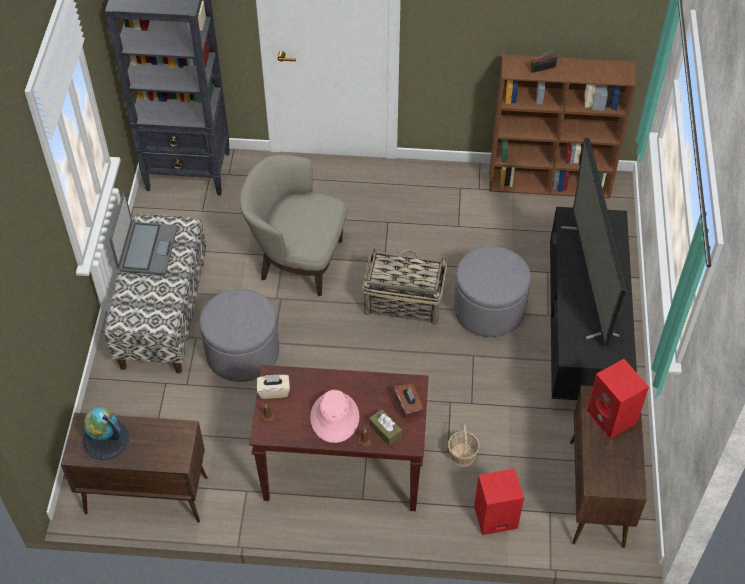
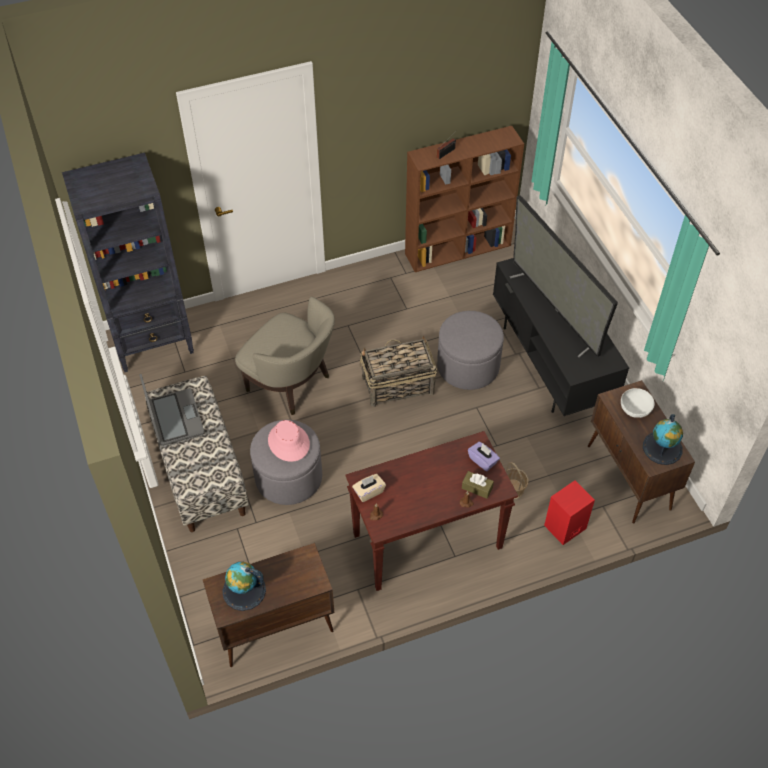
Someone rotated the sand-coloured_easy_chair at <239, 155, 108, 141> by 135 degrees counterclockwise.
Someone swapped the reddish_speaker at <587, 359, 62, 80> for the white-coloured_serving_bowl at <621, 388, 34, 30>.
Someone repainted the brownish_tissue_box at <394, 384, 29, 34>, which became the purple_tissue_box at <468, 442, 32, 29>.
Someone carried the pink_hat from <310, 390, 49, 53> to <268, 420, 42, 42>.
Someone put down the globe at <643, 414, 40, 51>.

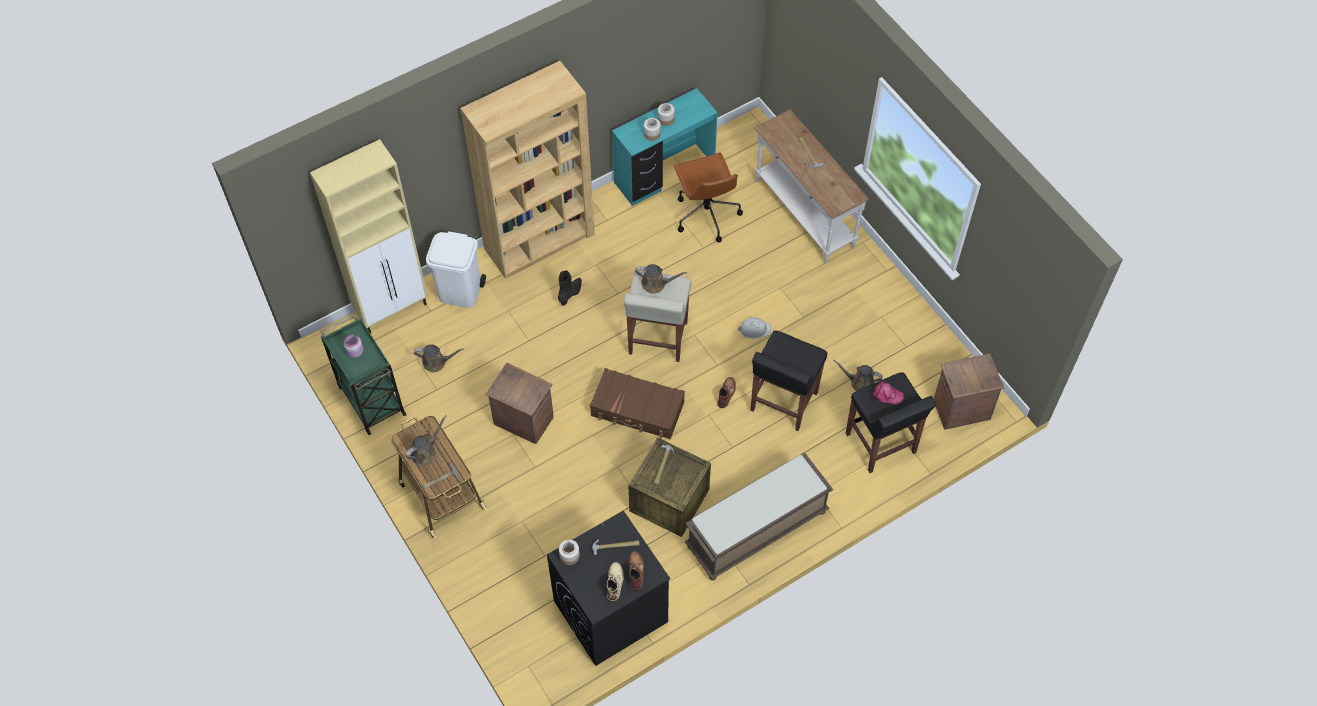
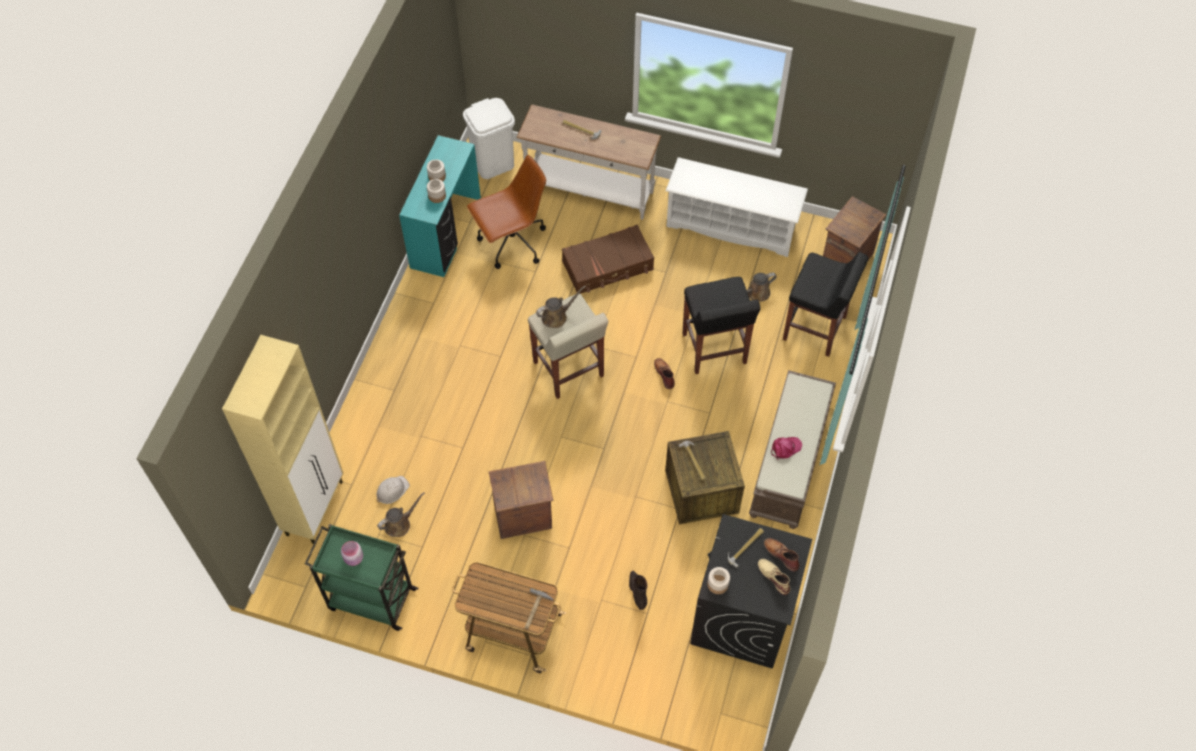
Someone took away the brownish_shelving_unit at <460, 61, 135, 218>.
Someone rotated the brownish_office_chair at <673, 153, 70, 90> by 60 degrees counterclockwise.
Someone carried the white-coloured_rubbish_bin from <426, 231, 60, 77> to <463, 98, 52, 81>.
Someone carried the black-coloured_high-top_boot from <558, 270, 24, 36> to <629, 571, 18, 39>.
Someone carried the white-coloured_safety_helmet from <738, 317, 33, 22> to <377, 476, 33, 28>.
Someone carried the brownish_suitcase from <590, 368, 95, 71> to <562, 225, 92, 69>.
Someone carried the pink_cap from <872, 382, 32, 22> to <771, 437, 31, 23>.
Someone took away the brownish_sprinkling_can at <405, 415, 42, 50>.
Someone put down the white-coloured_shoe_shelf at <666, 157, 142, 100>.

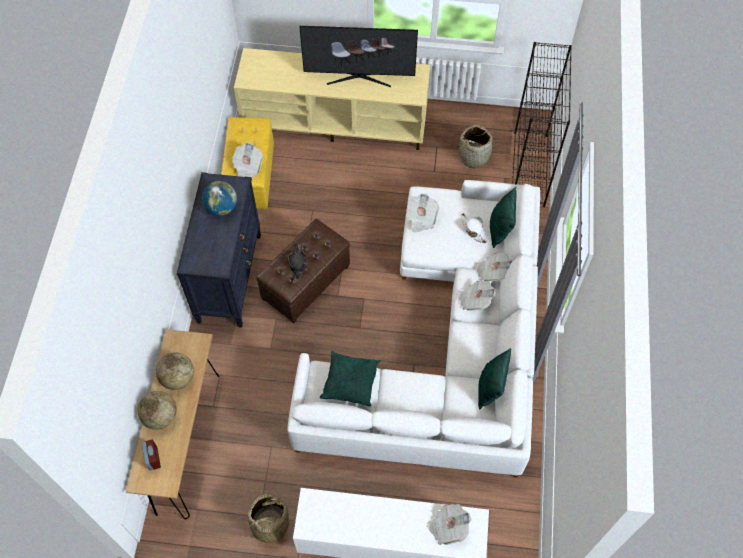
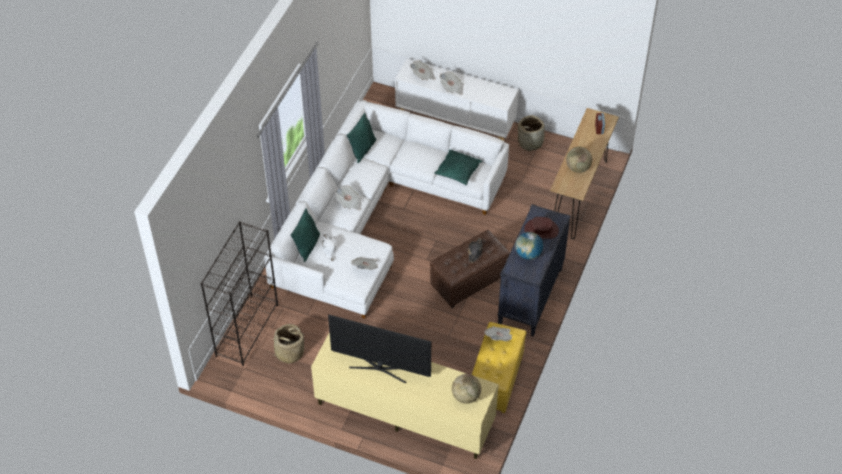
Someone carried the daily_paper from <475, 253, 38, 29> to <440, 71, 24, 24>.
Someone carried the globe from <137, 391, 40, 39> to <452, 374, 29, 30>.
Someone put down the brownish_hat at <524, 217, 35, 22>.

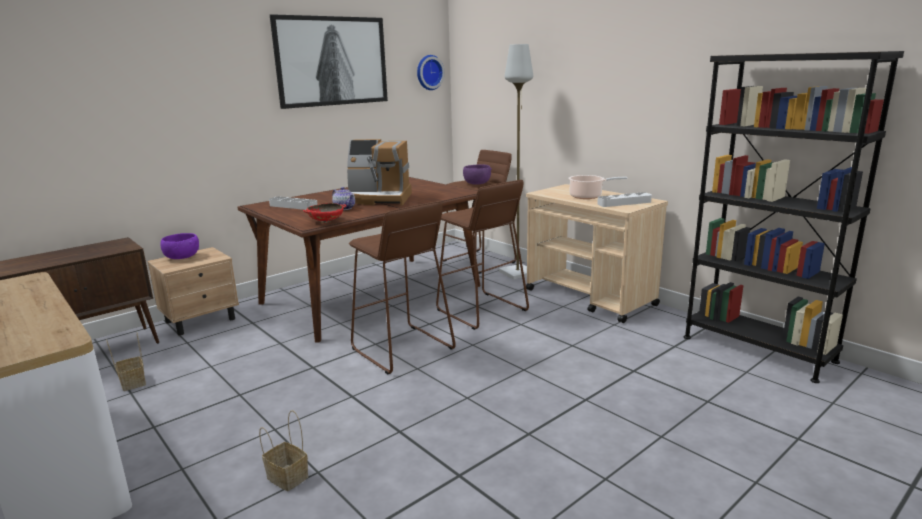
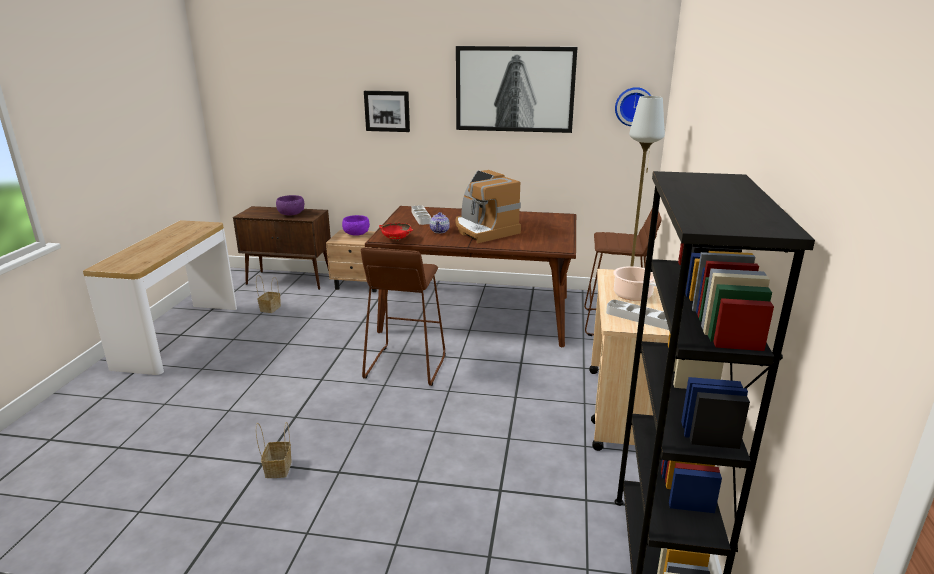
Someone carried the purple_serving_bowl from <463, 165, 29, 20> to <276, 195, 28, 20>.
Someone took away the brownish_sitting_stool at <436, 180, 93, 150>.
Someone carried the storage_basket from <259, 410, 49, 81> to <256, 422, 36, 56>.
Someone put up the wall_art at <364, 91, 46, 41>.

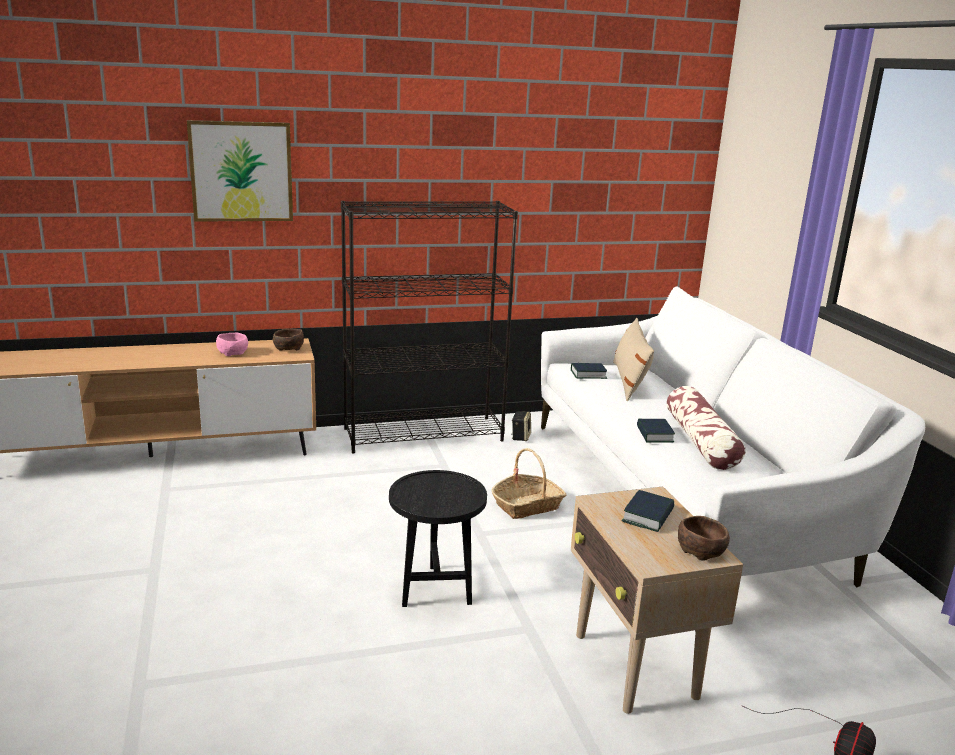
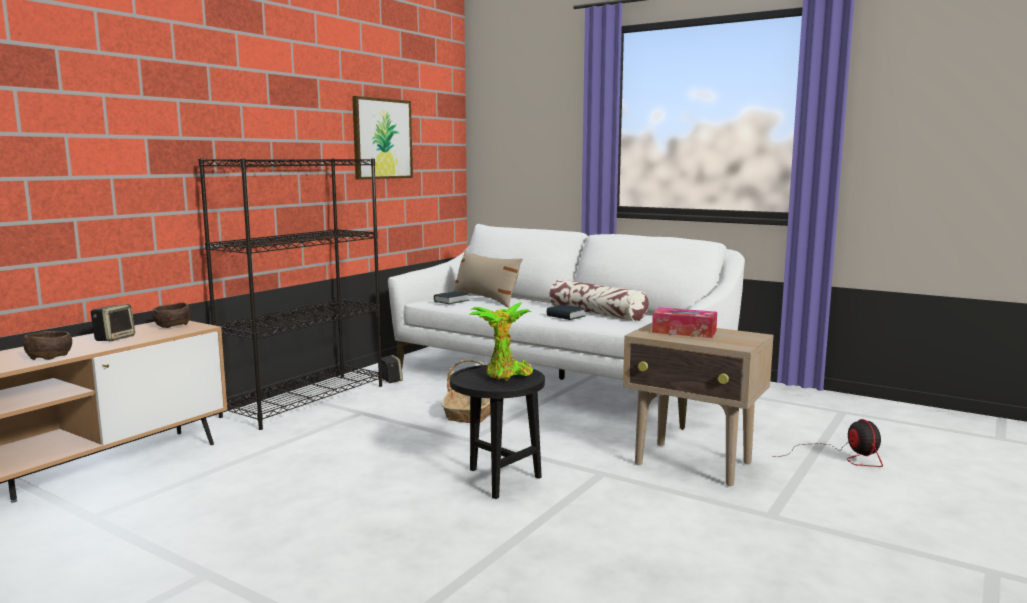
Someone carried the wall_art from <187, 120, 106, 102> to <352, 96, 61, 84>.
Someone swapped the pink_serving_bowl at <216, 333, 32, 23> for the speaker at <91, 304, 44, 37>.
Someone swapped the bound_book at <621, 490, 53, 42> for the tissue_box at <652, 307, 65, 31>.
Someone carried the brownish_serving_bowl from <678, 516, 52, 45> to <23, 331, 49, 29>.
Someone put down the houseplant at <469, 302, 65, 79>.

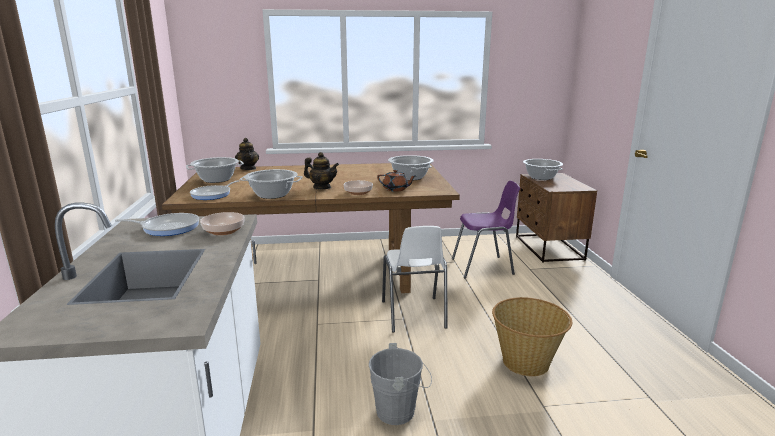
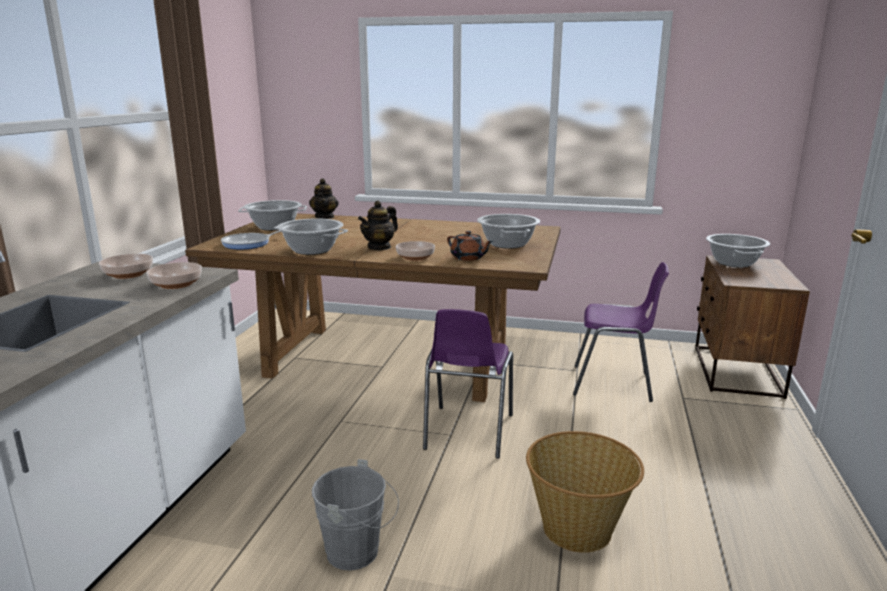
Someone rotated the teapot at <304, 152, 35, 37> by 90 degrees clockwise.
Someone swapped the pan at <115, 213, 84, 23> for the serving_bowl at <99, 254, 54, 25>.
Someone repainted the white-coloured_chair at <382, 226, 66, 106>, which became the purple_chair at <423, 309, 90, 150>.

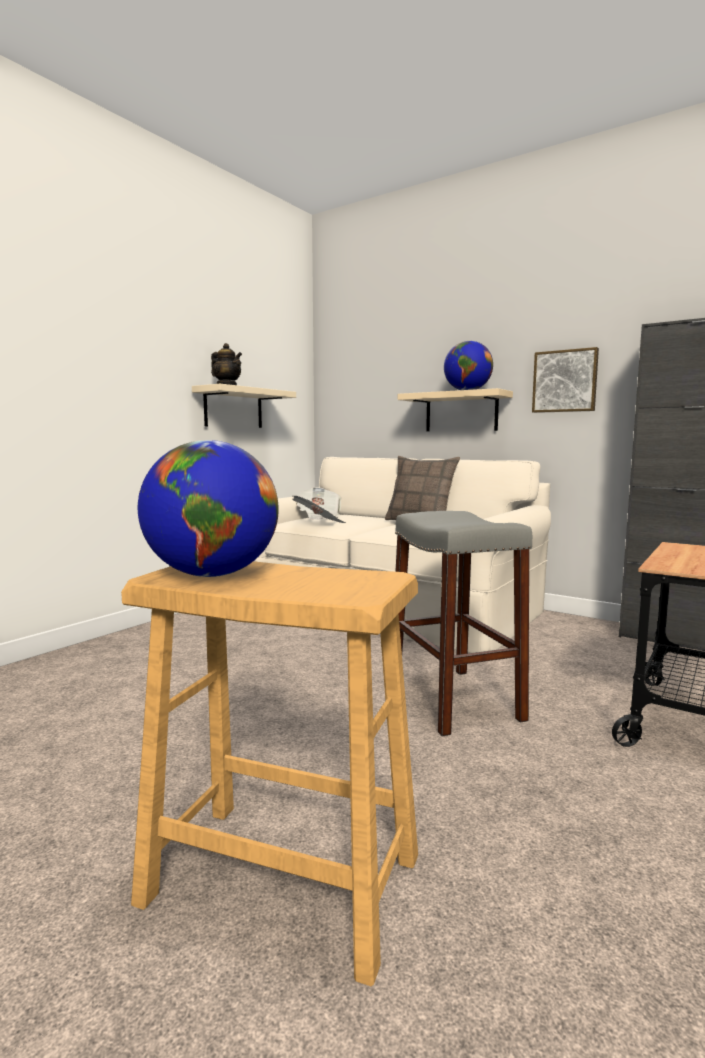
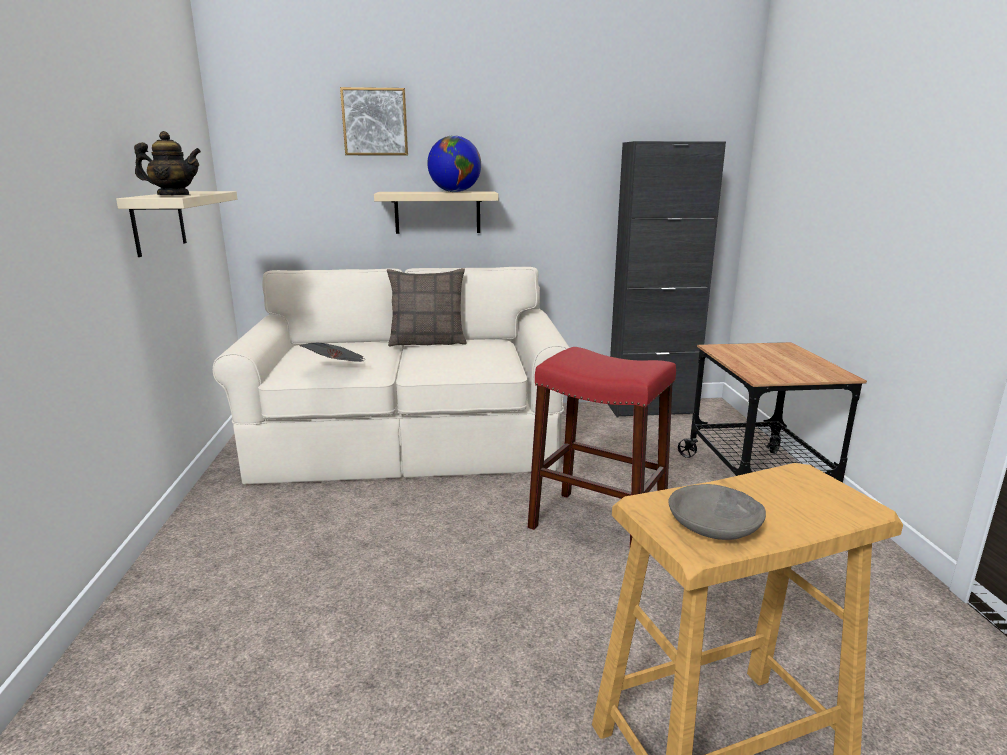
Someone carried the wall_art from <532, 347, 67, 66> to <340, 87, 68, 68>.
Someone swapped the globe at <138, 440, 141, 137> for the greyish_serving_bowl at <668, 484, 98, 56>.
Someone took away the daily_paper at <296, 487, 46, 33>.
Someone repainted the greyish_sitting_stool at <395, 511, 137, 225>, which became the reddish_sitting_stool at <528, 347, 148, 199>.

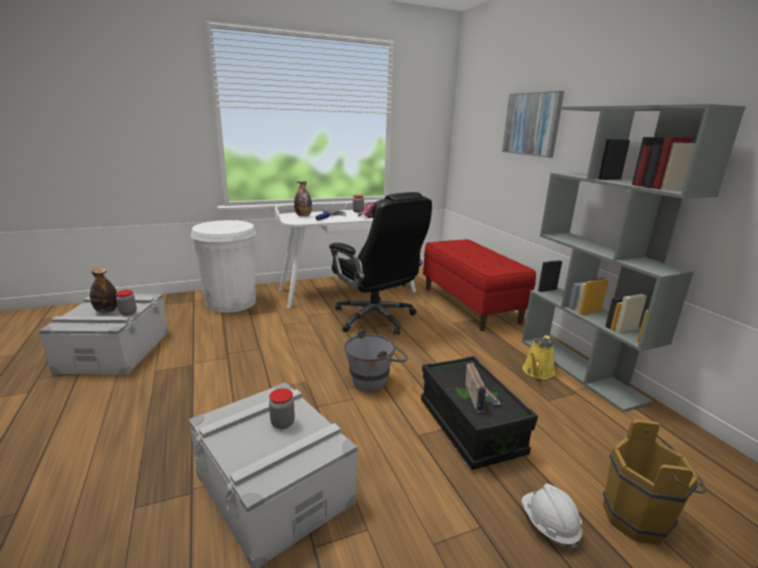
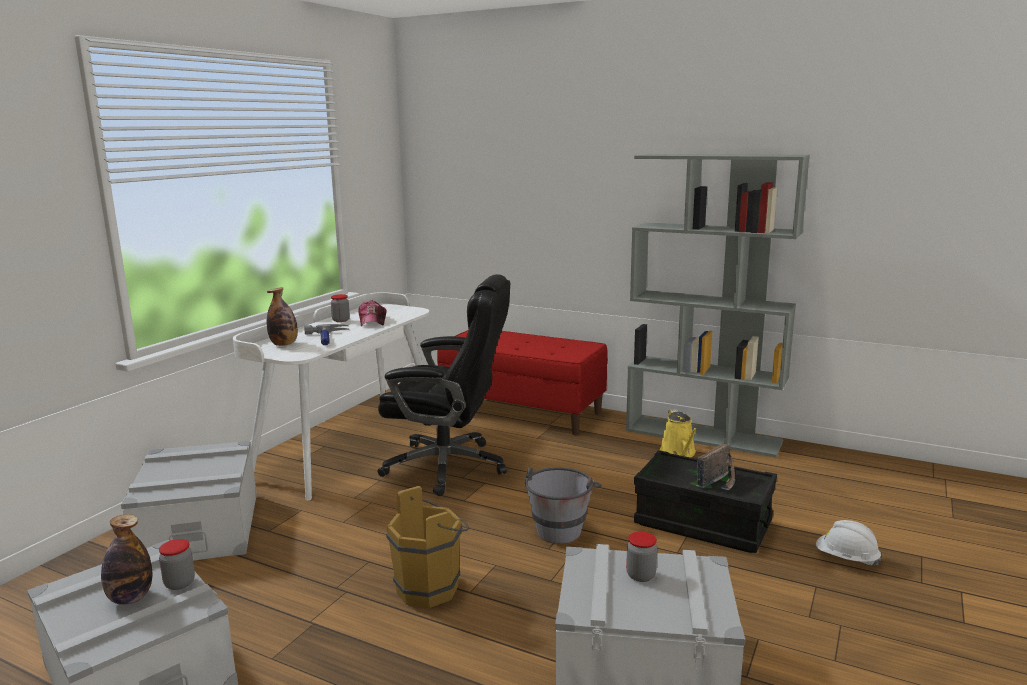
Someone took away the wall_art at <502, 91, 62, 67>.
Someone swapped the white-coloured_rubbish_bin at <190, 220, 66, 93> for the greyish_storage_bin at <121, 441, 136, 120>.
Someone rotated the radio_receiver at <465, 362, 36, 50> by 90 degrees clockwise.
Someone carried the brownish_water_bucket from <603, 419, 103, 126> to <386, 486, 83, 122>.

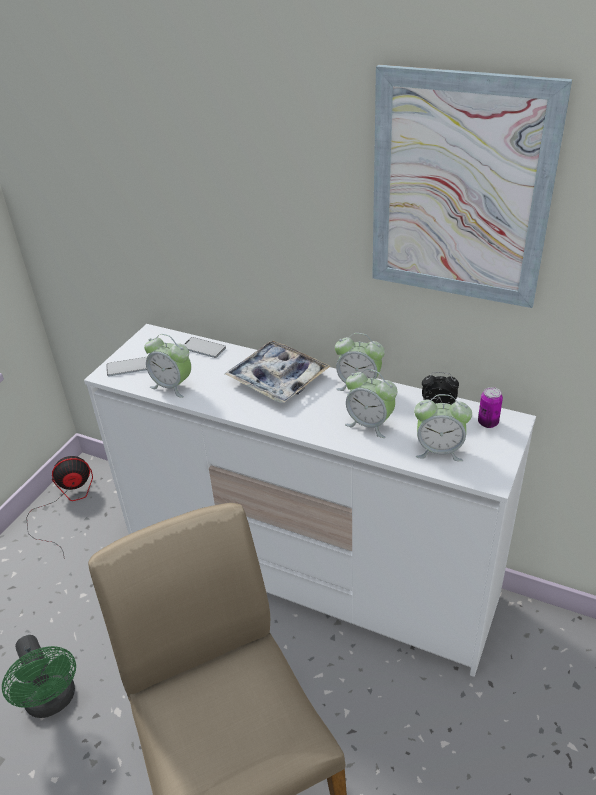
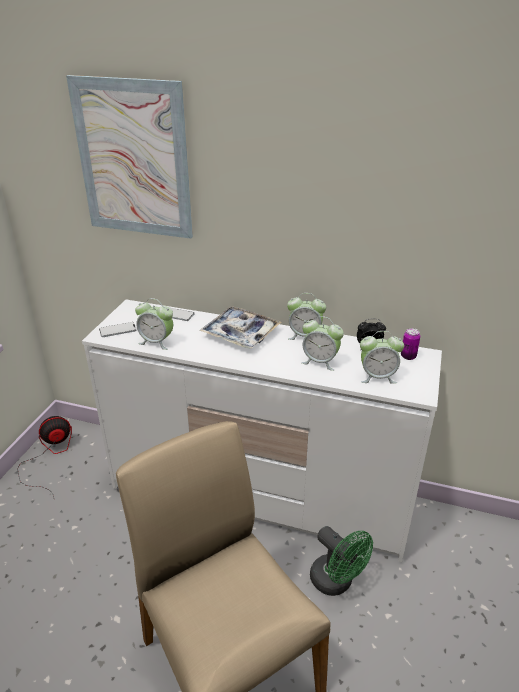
Someone carried the wall_art from <372, 65, 201, 243> to <66, 75, 127, 164>.
Someone carried the green-coloured_cooling_fan from <2, 635, 74, 83> to <310, 526, 63, 70>.

